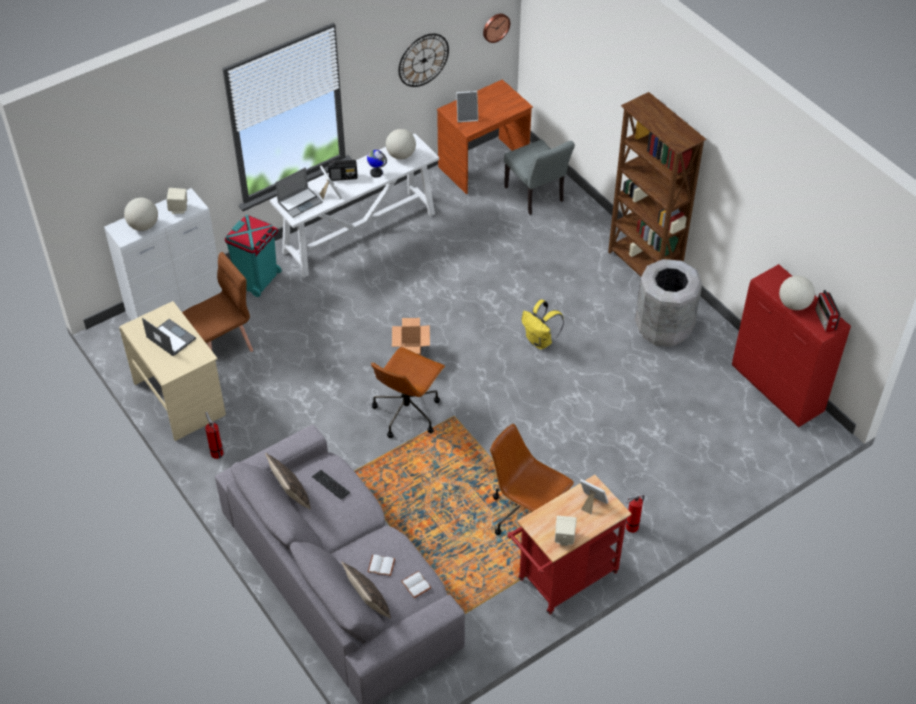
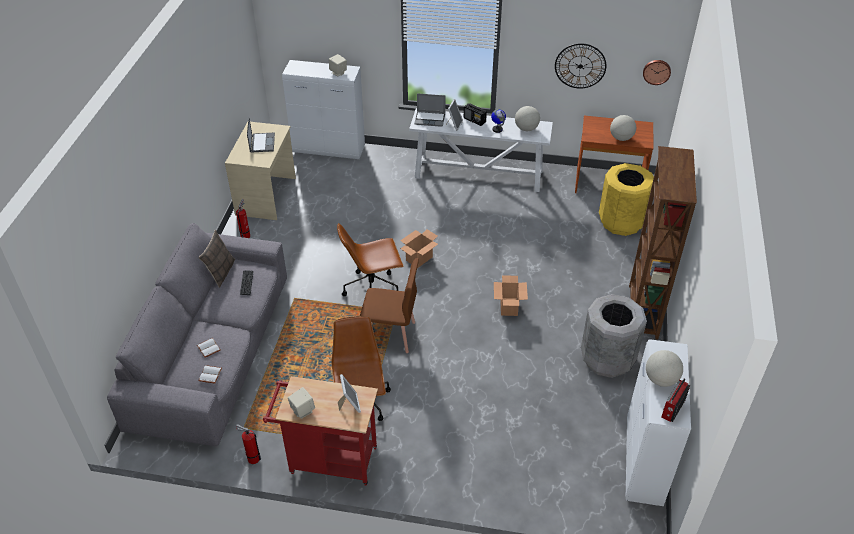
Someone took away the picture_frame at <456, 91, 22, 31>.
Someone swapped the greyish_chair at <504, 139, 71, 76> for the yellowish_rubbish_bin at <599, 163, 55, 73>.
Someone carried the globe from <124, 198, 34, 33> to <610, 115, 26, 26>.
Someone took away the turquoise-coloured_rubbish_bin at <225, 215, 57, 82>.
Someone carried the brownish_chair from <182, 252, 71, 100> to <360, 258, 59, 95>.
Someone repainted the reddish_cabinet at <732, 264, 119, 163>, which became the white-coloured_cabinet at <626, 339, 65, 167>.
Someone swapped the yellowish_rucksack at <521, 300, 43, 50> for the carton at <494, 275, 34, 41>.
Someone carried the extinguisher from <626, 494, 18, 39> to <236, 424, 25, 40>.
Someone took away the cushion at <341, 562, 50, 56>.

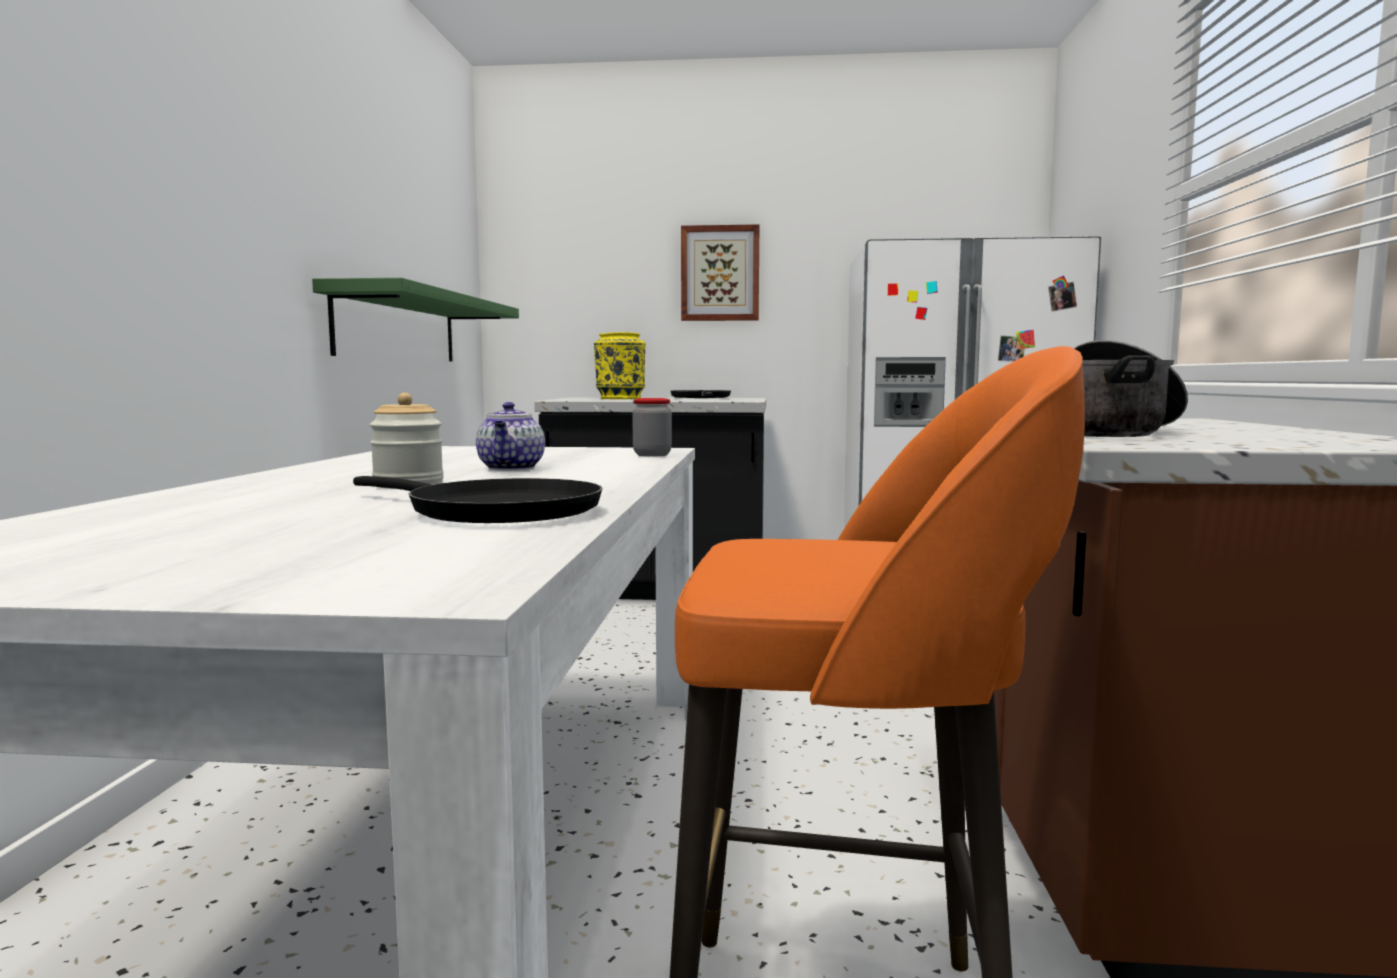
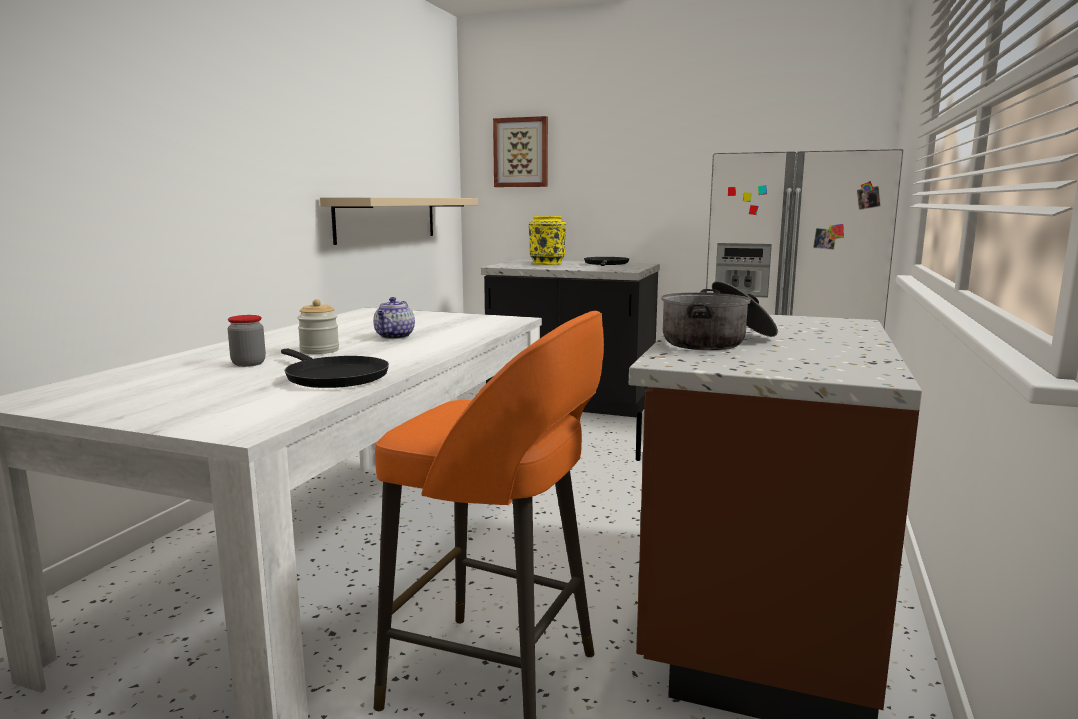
Someone carried the wall_art from <681, 224, 78, 97> to <493, 116, 55, 71>.
Someone repainted the green-coloured_bracket_shelf at <312, 278, 207, 83>, which became the sand-coloured_bracket_shelf at <320, 197, 158, 48>.
Someone carried the preserve_jar from <632, 398, 40, 59> to <228, 315, 38, 52>.

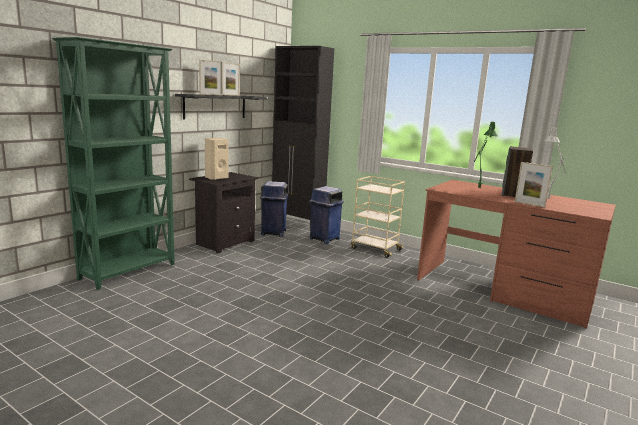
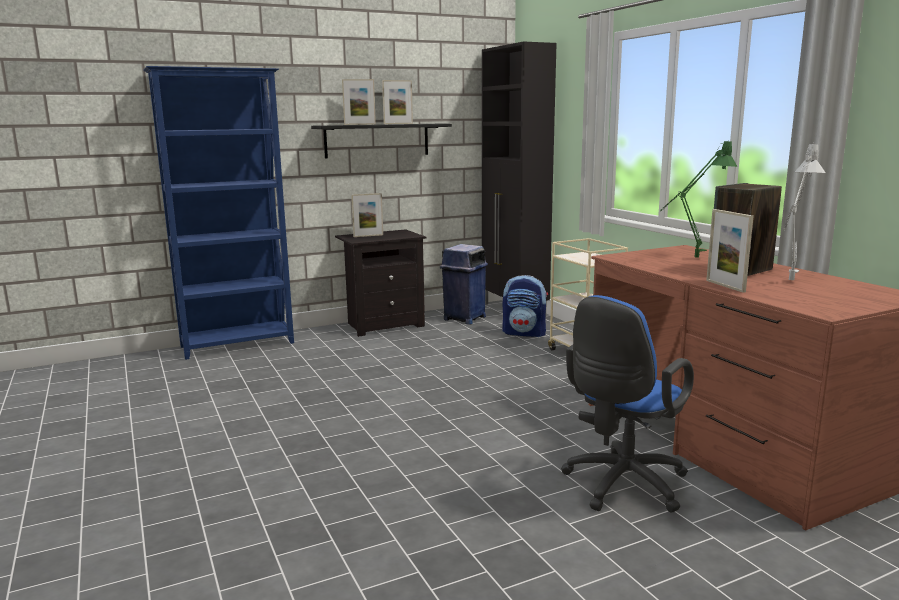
Someone repainted the green-coloured_shelving_unit at <52, 37, 123, 253>, which became the bluish_shelving_unit at <143, 66, 151, 294>.
Someone swapped the sand-coloured_speaker at <205, 138, 23, 42> for the picture_frame at <351, 193, 32, 44>.
Someone swapped the bluish_rubbish_bin at <309, 186, 35, 58> for the rucksack at <502, 275, 46, 62>.
Someone put down the bluish_office_chair at <561, 295, 133, 218>.

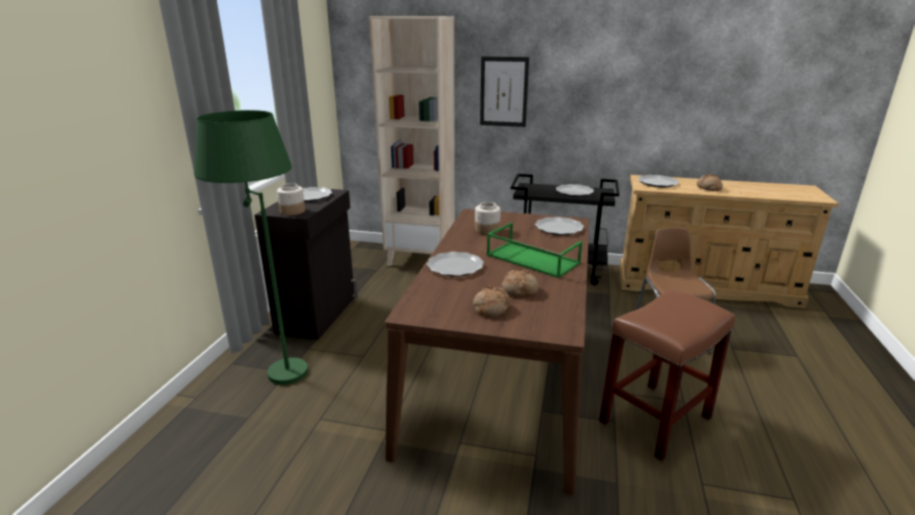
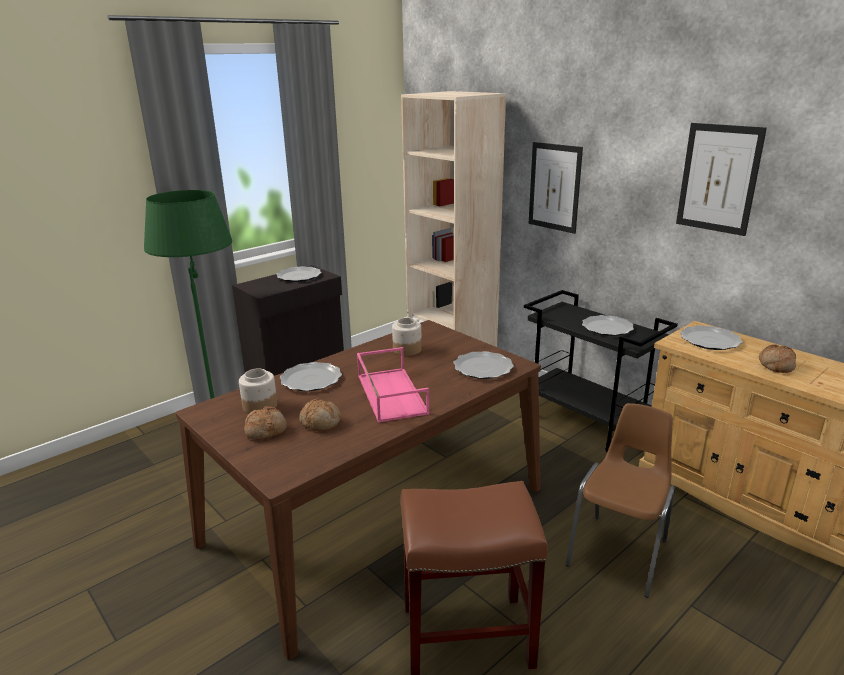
Someone carried the preserve_jar from <277, 183, 28, 32> to <239, 368, 38, 46>.
Someone repainted the green-coloured_carrying_tray at <487, 222, 95, 56>, which became the pink_carrying_tray at <357, 347, 73, 76>.
Someone put up the wall_art at <676, 123, 91, 113>.

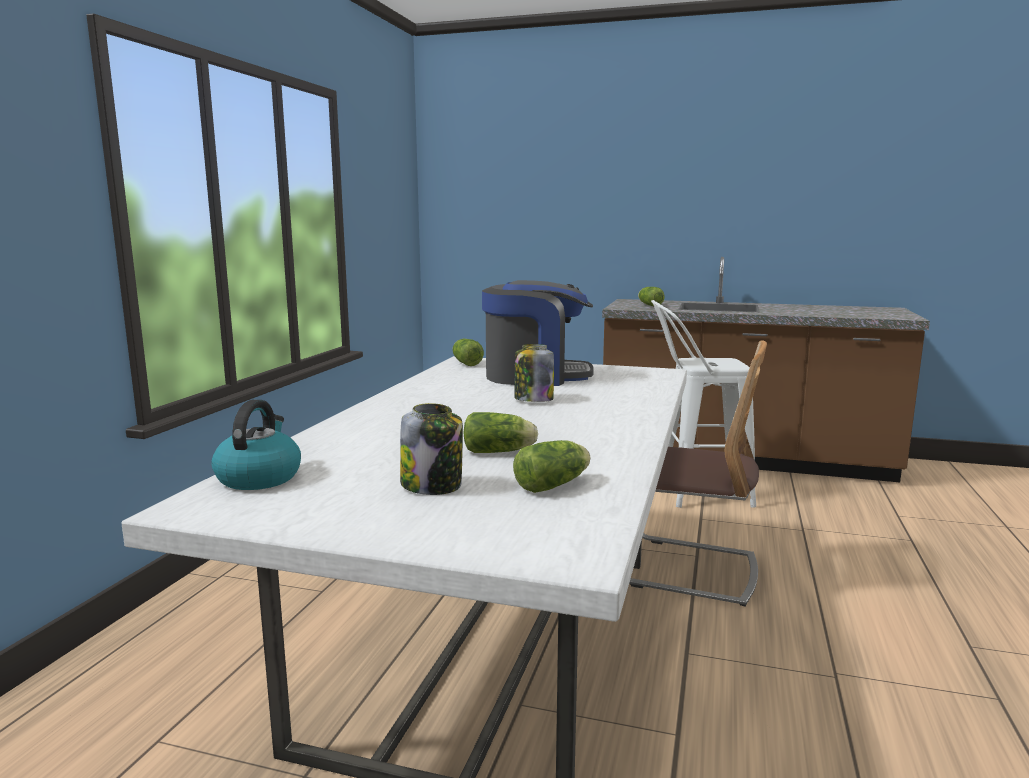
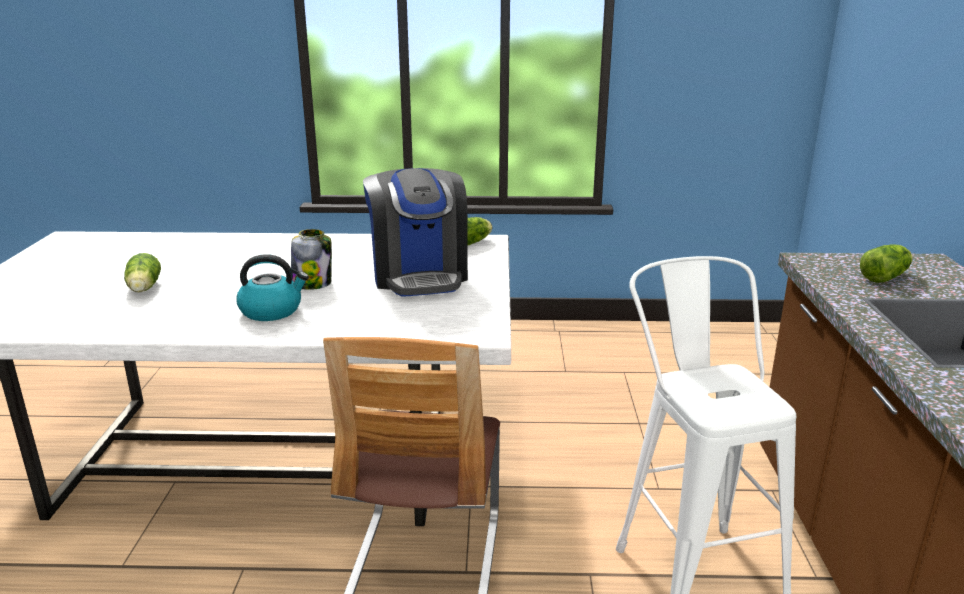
Someone carried the tea_kettle from <211, 400, 90, 90> to <236, 254, 73, 67>.
Someone took away the preserve_jar at <400, 403, 63, 92>.
Someone took away the lettuce_head at <513, 440, 77, 53>.

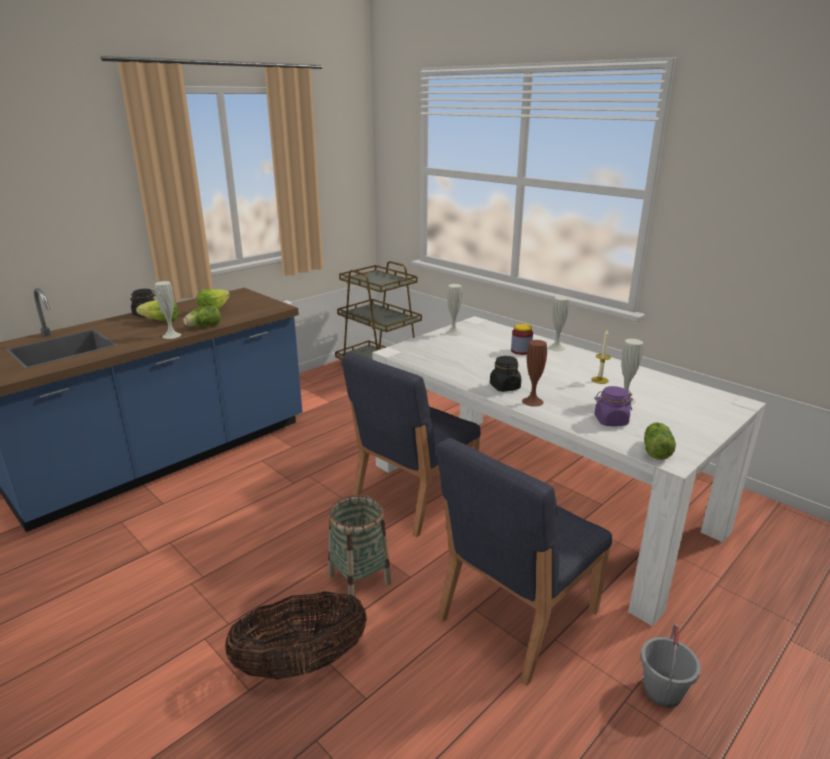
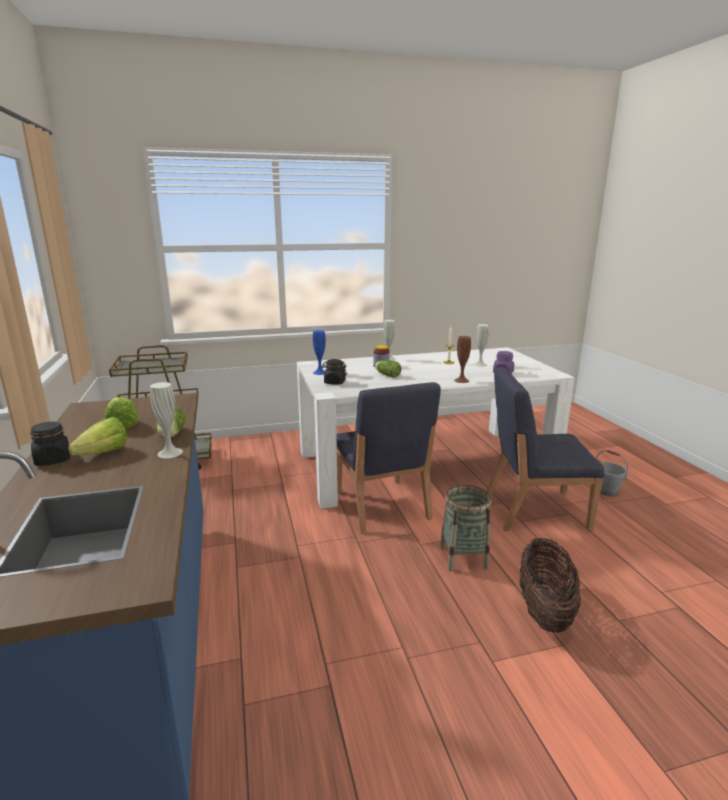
Someone repainted the white-coloured_flower_vase at <445, 284, 17, 52>, which became the bluish_flower_vase at <313, 330, 13, 45>.
Someone carried the black-coloured_preserve_jar from <490, 356, 31, 36> to <322, 359, 25, 25>.
Someone carried the lettuce_head from <644, 422, 32, 38> to <375, 360, 26, 18>.
Someone rotated the bluish_chair at <437, 438, 175, 248> by 105 degrees clockwise.

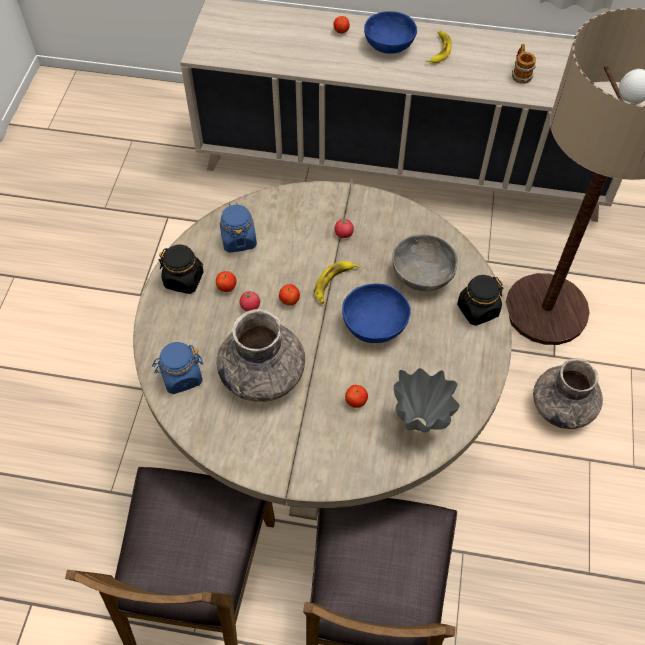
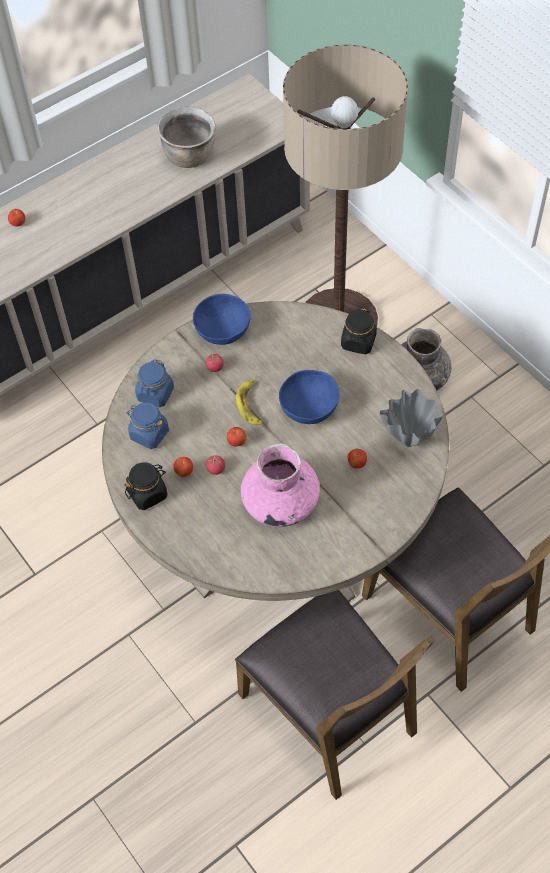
Someone carried the bluish_serving_bowl from <364, 11, 53, 43> to <193, 294, 58, 51>.
Someone took away the whole_banana at <426, 31, 26, 32>.
Someone swapped the mug at <512, 44, 24, 40> for the brownish_saucepot at <158, 106, 58, 62>.
Someone took away the greyish_serving_bowl at <392, 234, 66, 57>.
Someone repainted the greyish_flower_vase at <216, 309, 89, 93>, which became the pink_flower_vase at <241, 443, 79, 84>.
Someone carried the bluish_preserve_jar from <152, 342, 51, 52> to <135, 359, 39, 48>.

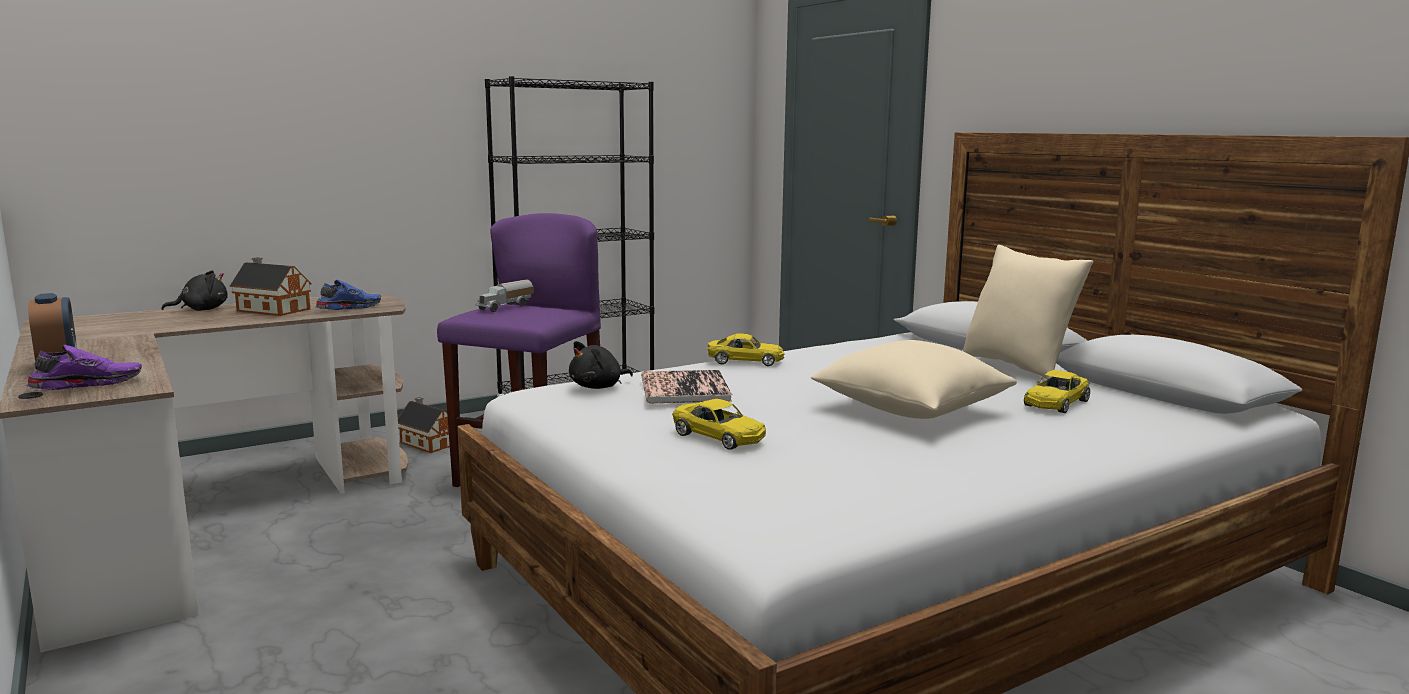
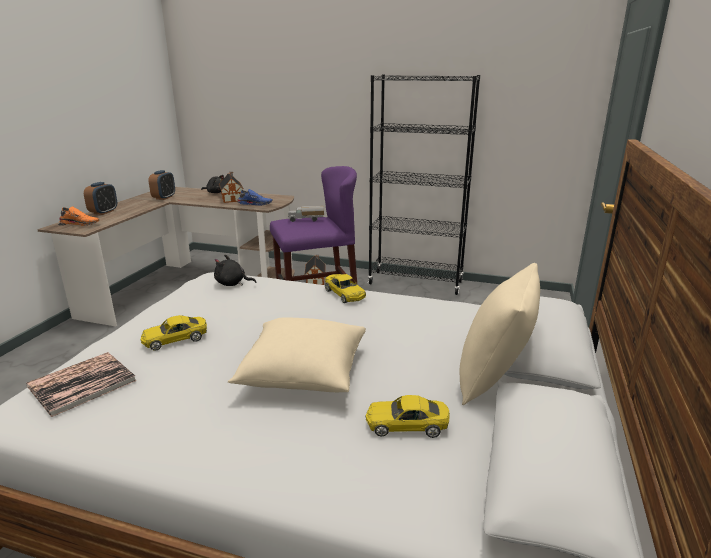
Someone repainted the purple_shoe at <26, 345, 116, 46>, which became the orange_shoe at <59, 206, 40, 20>.
Someone carried the bound_book from <641, 370, 91, 33> to <26, 352, 111, 65>.
Someone rotated the yellowish_toy_car at <672, 399, 94, 51> by 60 degrees clockwise.
Someone put down the table_clock at <149, 170, 26, 30>.

